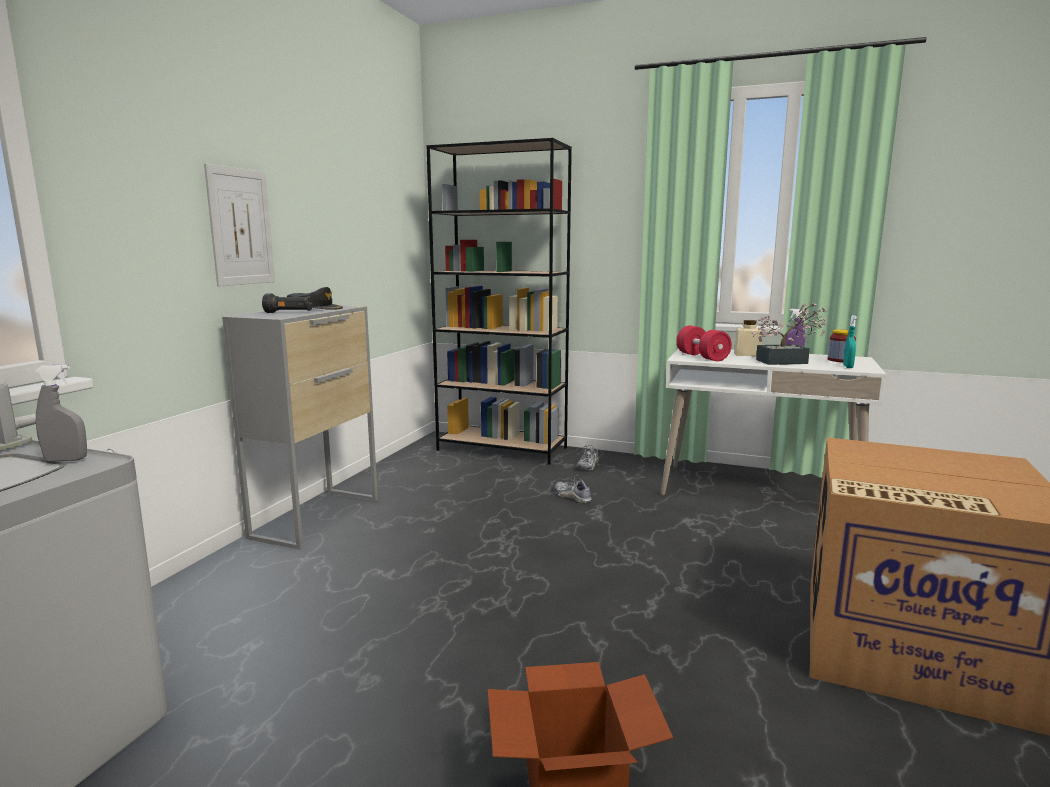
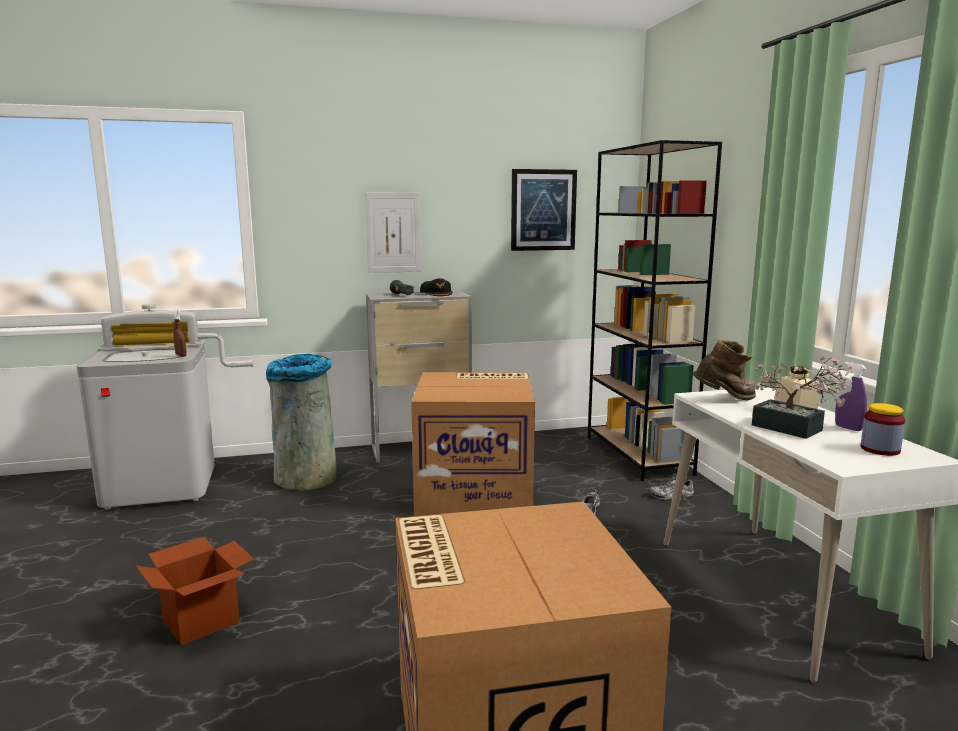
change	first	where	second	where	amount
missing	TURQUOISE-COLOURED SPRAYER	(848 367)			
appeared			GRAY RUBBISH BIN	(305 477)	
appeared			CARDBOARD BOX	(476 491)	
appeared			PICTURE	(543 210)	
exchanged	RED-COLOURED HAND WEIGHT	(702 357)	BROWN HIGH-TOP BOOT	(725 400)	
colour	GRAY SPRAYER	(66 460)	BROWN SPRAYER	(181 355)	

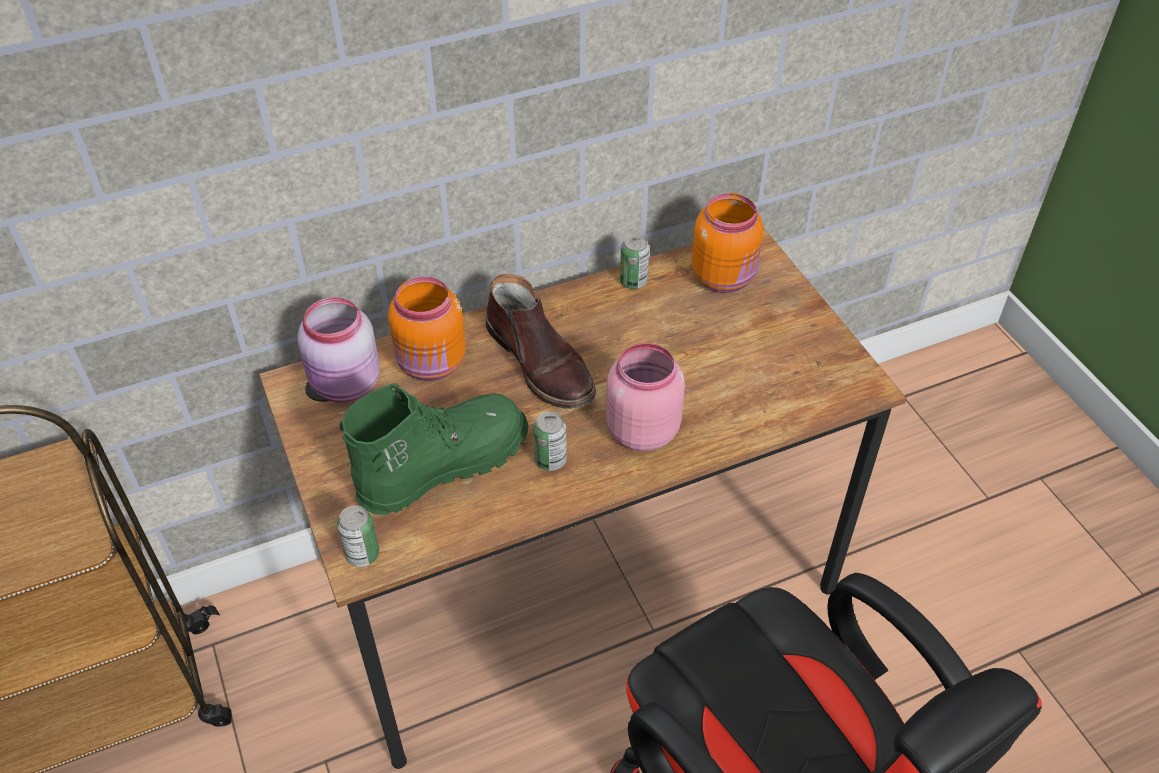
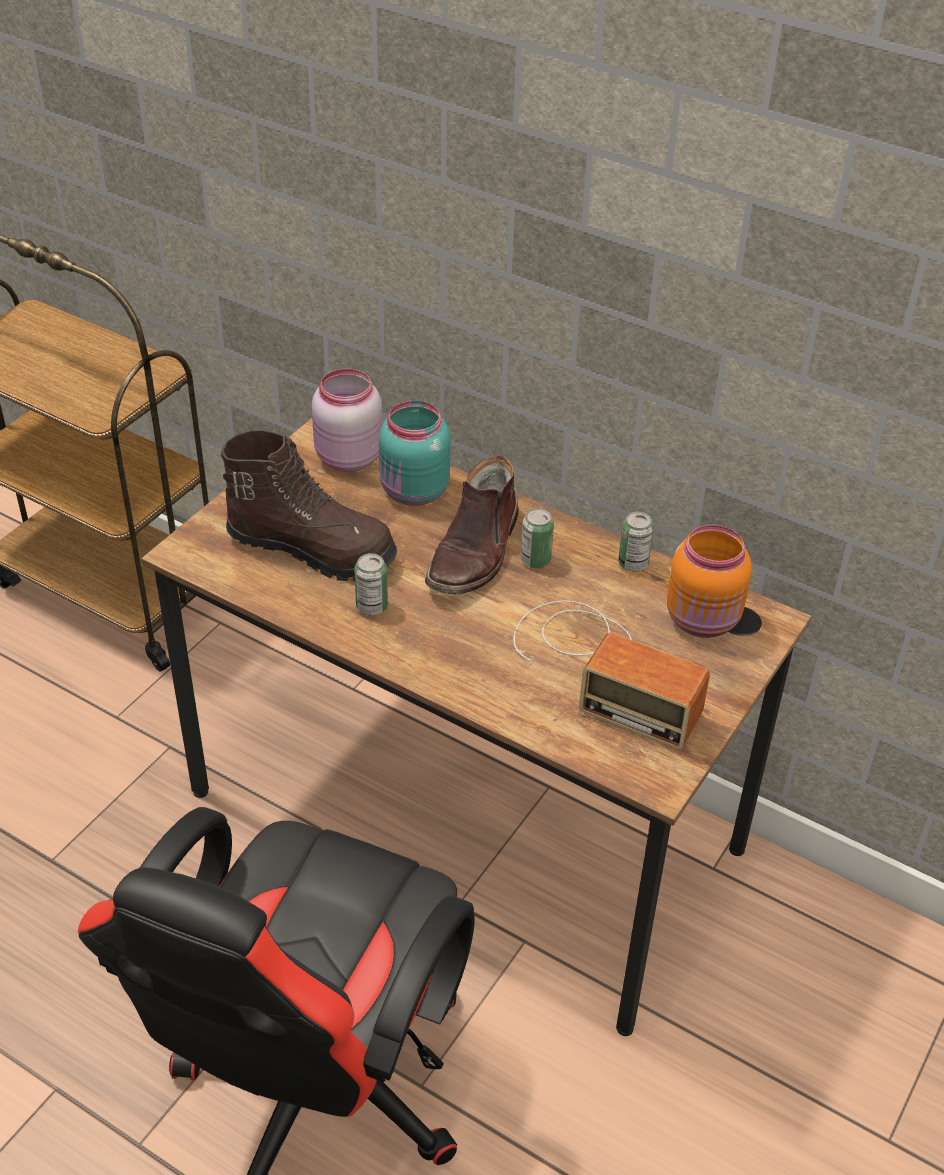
change	first	where	second	where	amount
missing	PINK STORAGE JAR	(640 430)			
appeared			RADIO SET	(603 668)	
relocated	METAL CAN	(362 554)		(535 560)	
colour	GREEN HIGH-TOP BOOT	(442 465)	BROWN HIGH-TOP BOOT	(313 548)	
colour	ORANGE-COLOURED STORAGE JAR	(432 364)	TURQUOISE-COLOURED STORAGE JAR	(413 492)	

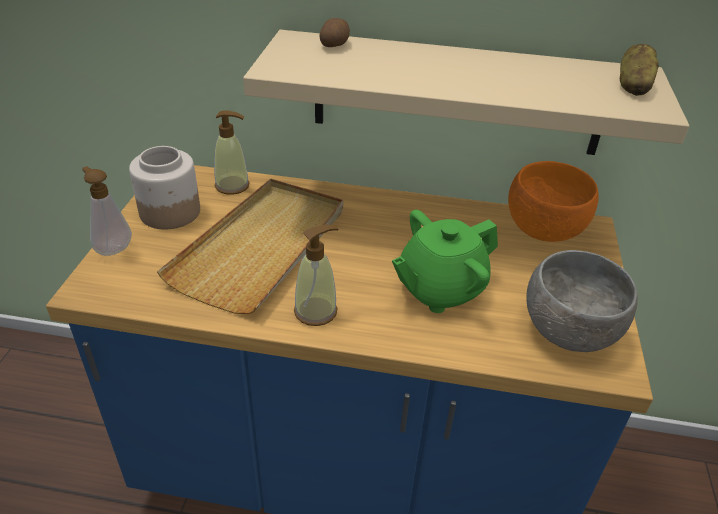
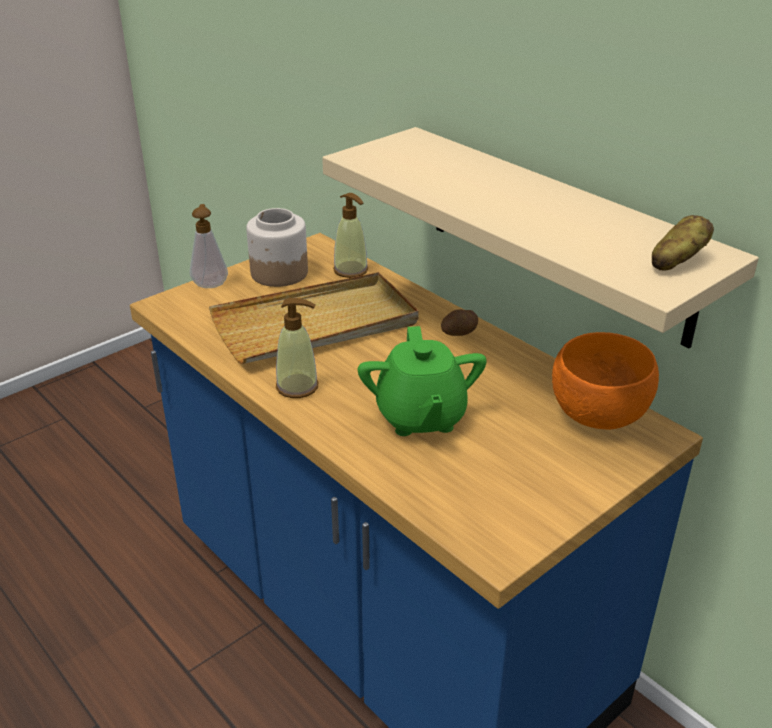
change	first	where	second	where	amount
missing	GRAY DEEP DISH	(567 332)			
relocated	SPUD	(335 45)		(459 333)	
spun	GREEN TEA POT	(439 289)		(420 417)	105 degrees counterclockwise

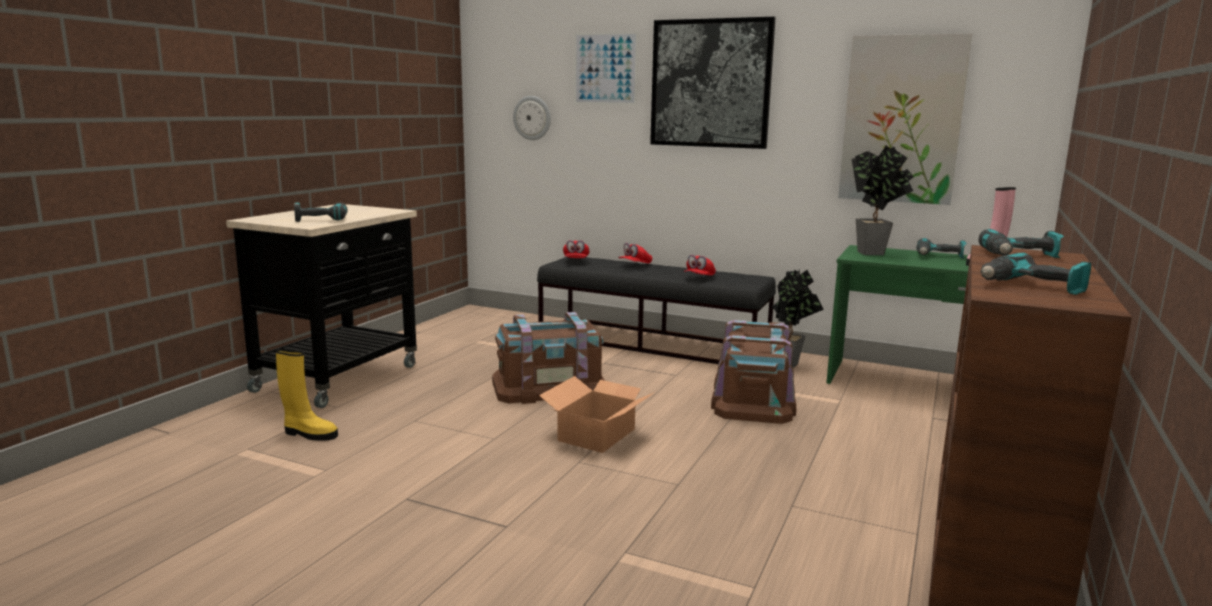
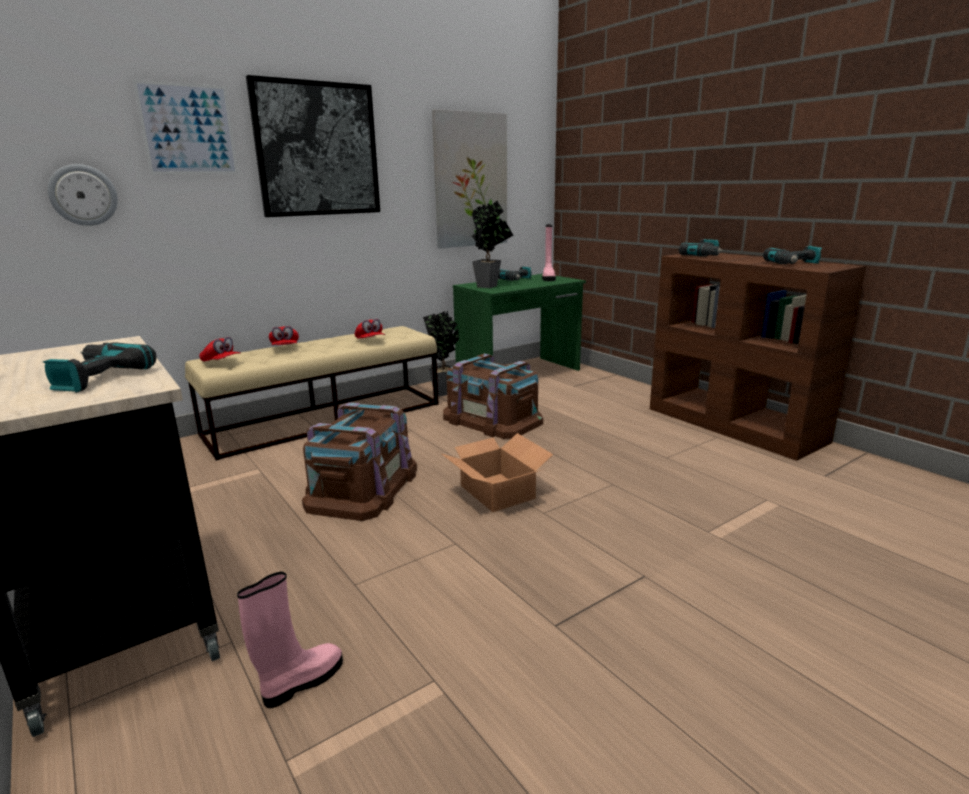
change	first	where	second	where	amount
colour	YELLOW-COLOURED HIGH-TOP BOOT	(309 434)	PINK HIGH-TOP BOOT	(301 682)	
colour	BLACKISH LONG SEAT	(652 343)	BEIGE LONG SEAT	(326 419)	

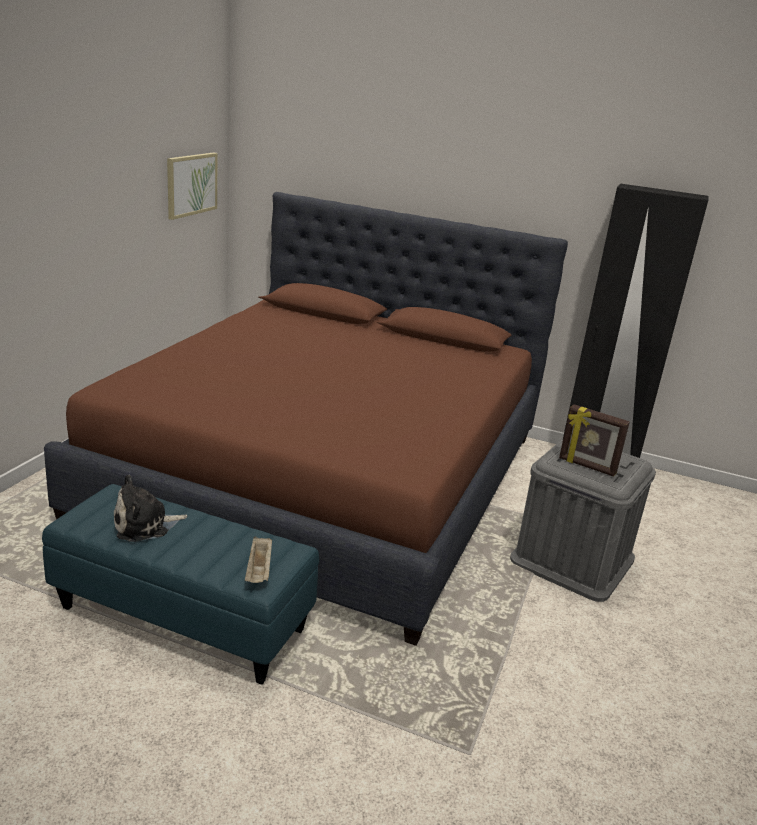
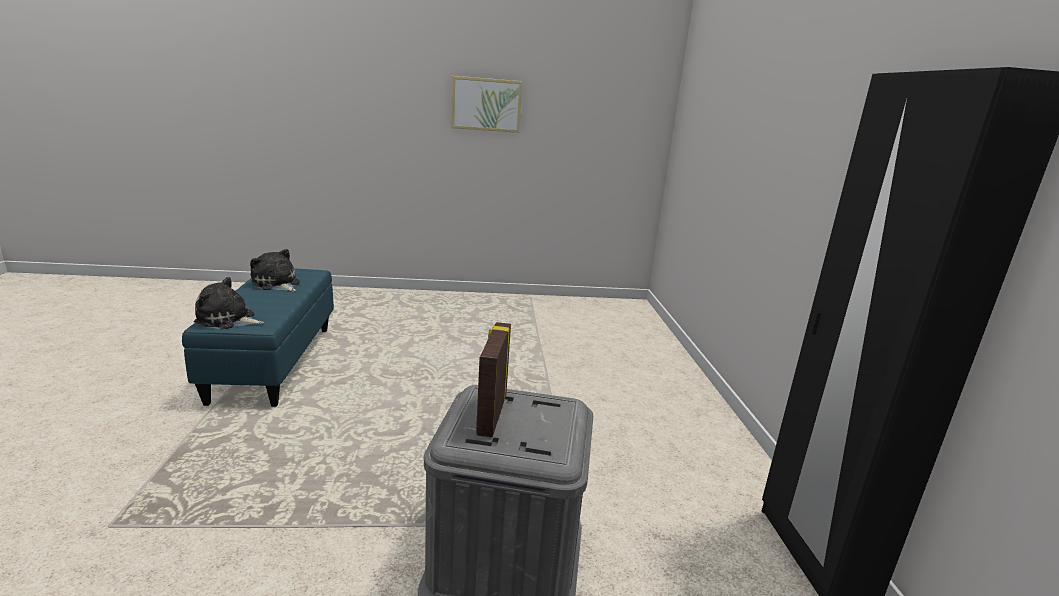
change	first	where	second	where	amount
missing	BROWN SLEEPING BED	(326 475)			
relocated	PICTURE	(191 184)		(486 104)	
exchanged	BEIGE TRAY	(259 570)	PLUSH TOY	(228 320)	

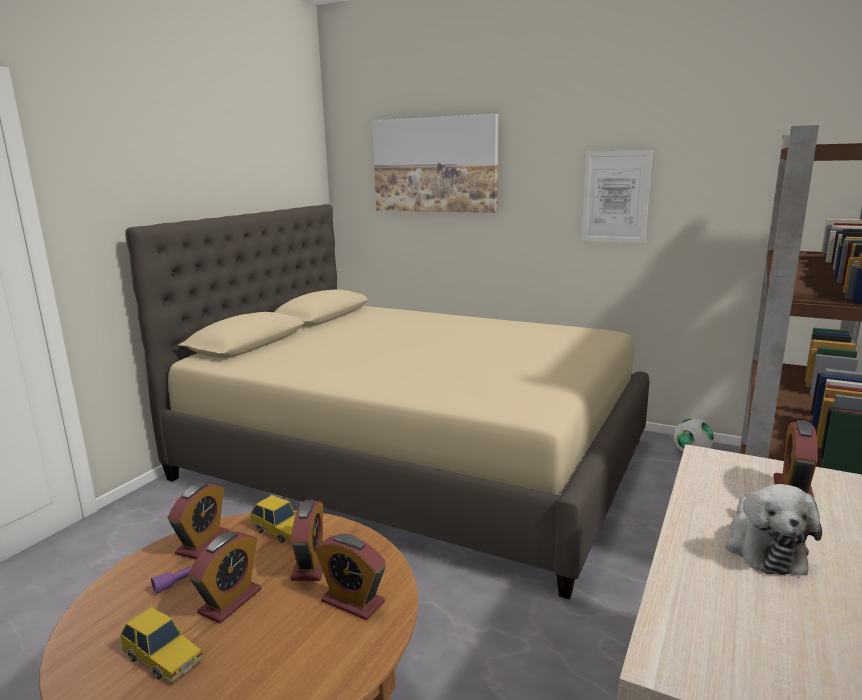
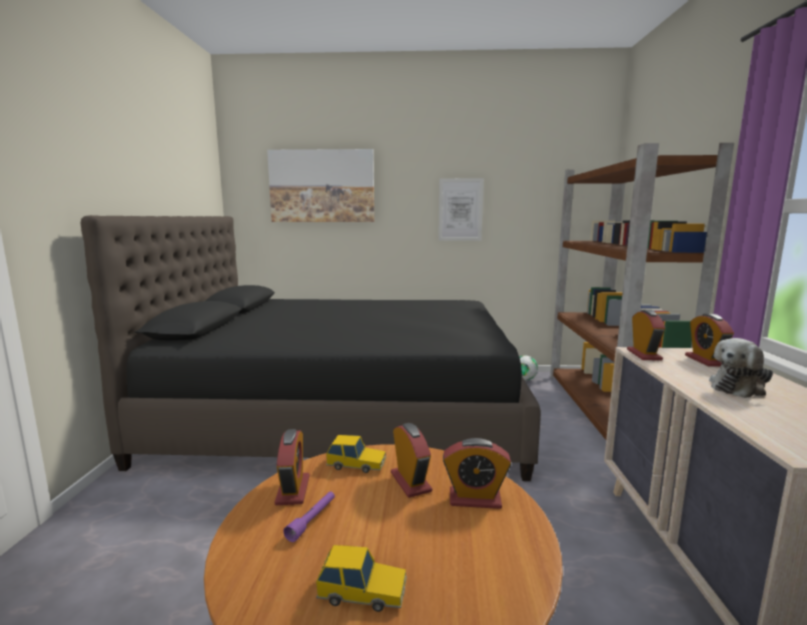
change	first	where	second	where	amount
relocated	TABLE CLOCK	(230 601)		(644 355)	
colour	BEIGE SLEEPING BED	(413 459)	BLACKISH SLEEPING BED	(344 413)	
spun	PLUSH TOY	(764 547)		(739 387)	75 degrees clockwise

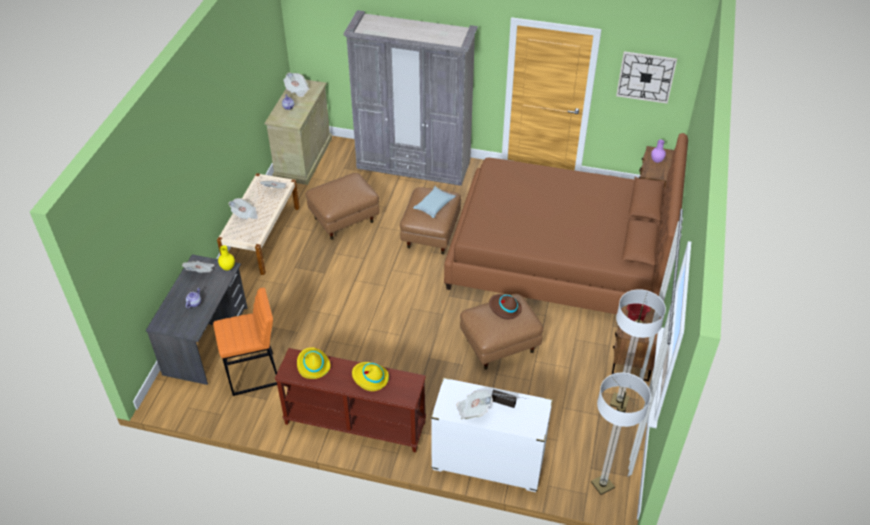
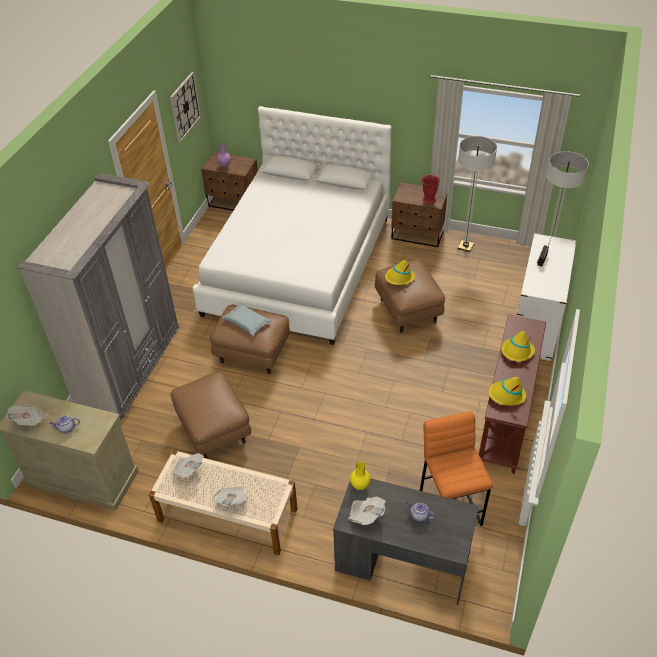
change	first	where	second	where	amount
missing	DAILY PAPER	(473 410)			
colour	BROWN SLEEPING BED	(559 258)	WHITISH SLEEPING BED	(299 265)	
colour	BROWN WEARABLE HAT	(504 308)	YELLOW-COLOURED WEARABLE HAT	(399 278)	

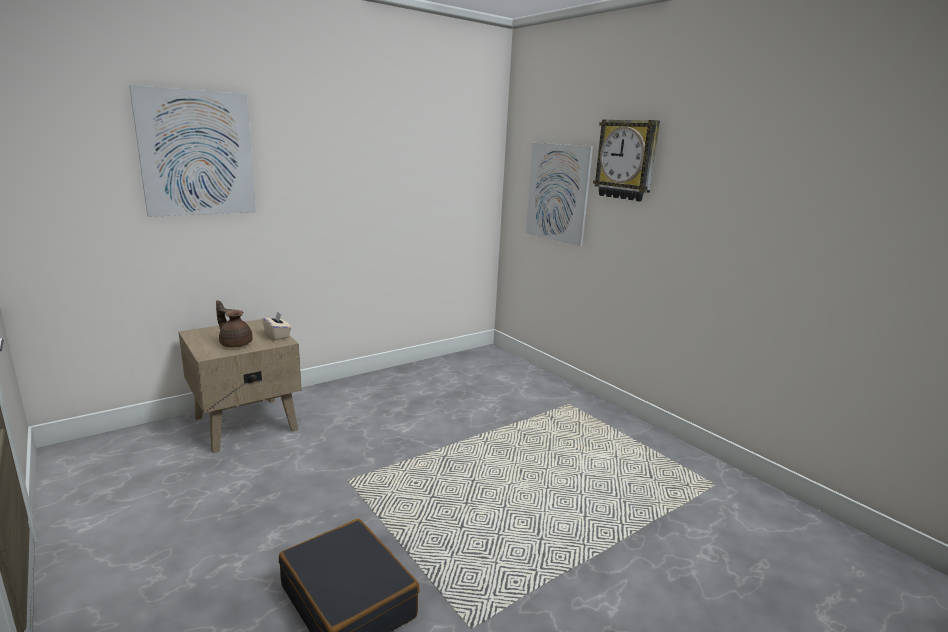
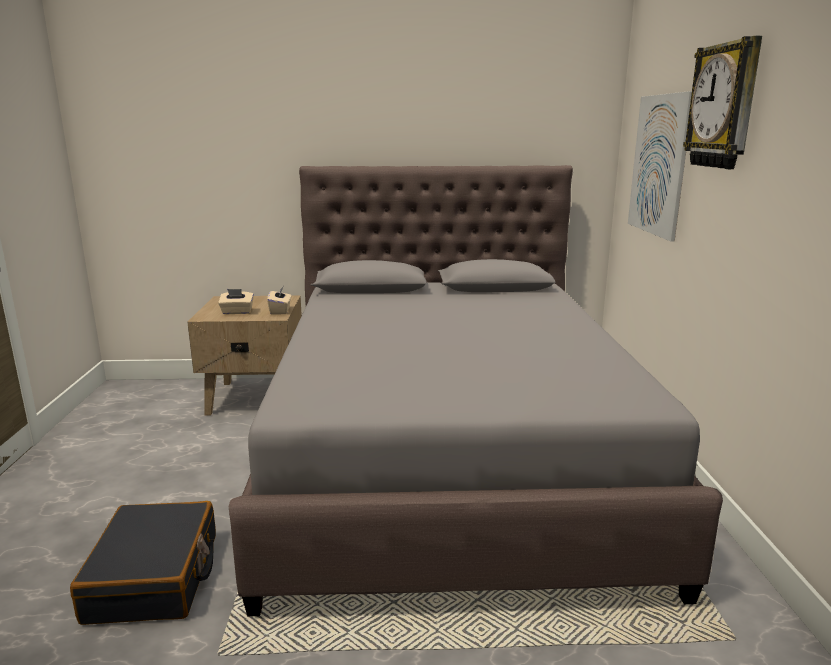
change	first	where	second	where	amount
missing	PICTURE	(197 154)			
appeared			GRAY SLEEPING BED	(448 458)	
exchanged	BROWN TEA POT	(235 343)	BEIGE BOX OF TISSUES	(237 312)	

